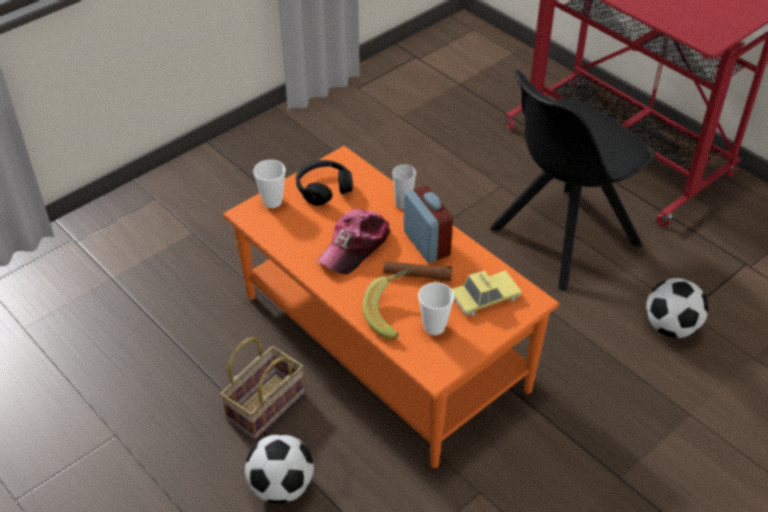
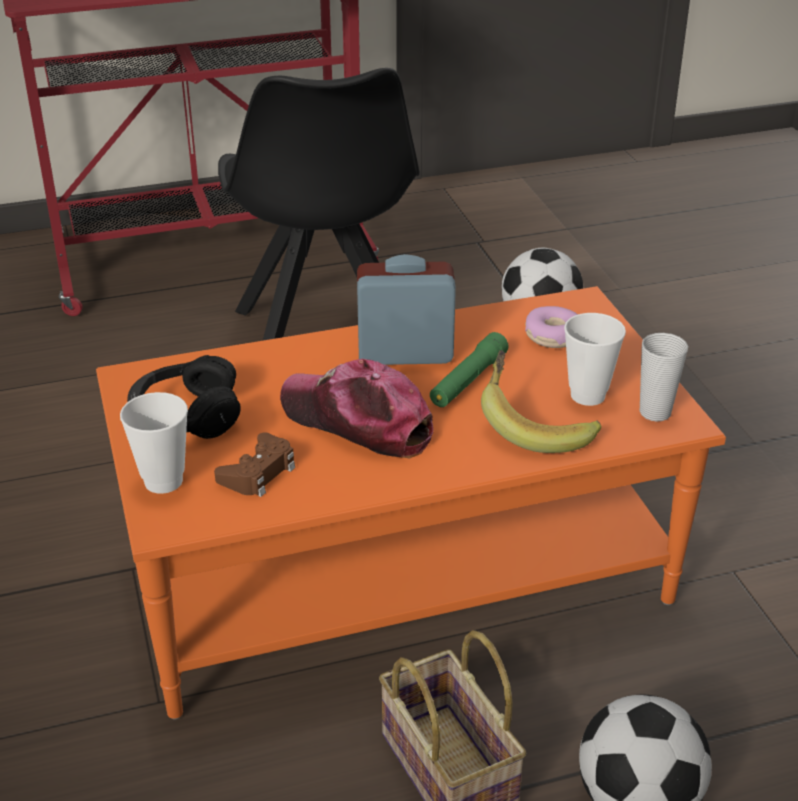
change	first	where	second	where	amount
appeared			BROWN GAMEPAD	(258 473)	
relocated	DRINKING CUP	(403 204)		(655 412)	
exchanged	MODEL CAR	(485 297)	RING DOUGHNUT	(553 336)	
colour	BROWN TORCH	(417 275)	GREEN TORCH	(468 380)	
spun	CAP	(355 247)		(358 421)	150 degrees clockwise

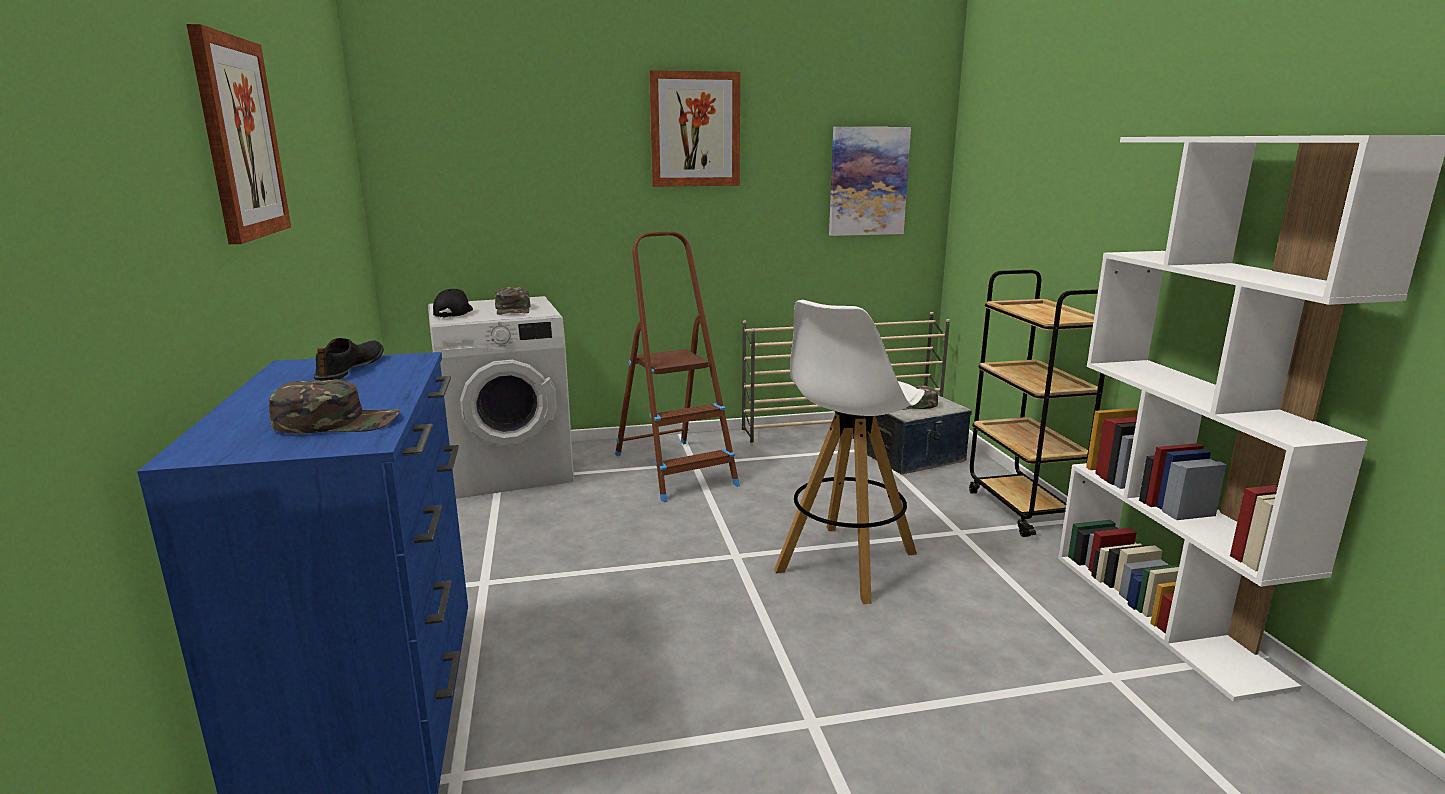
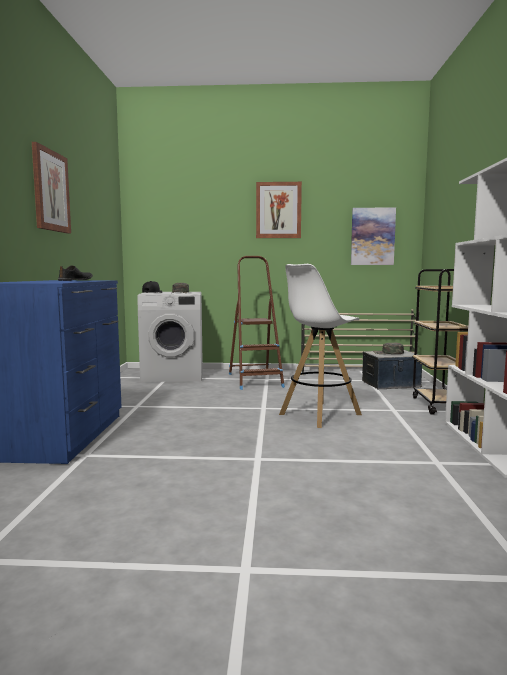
change	first	where	second	where	amount
missing	GREEN CAP	(337 422)			

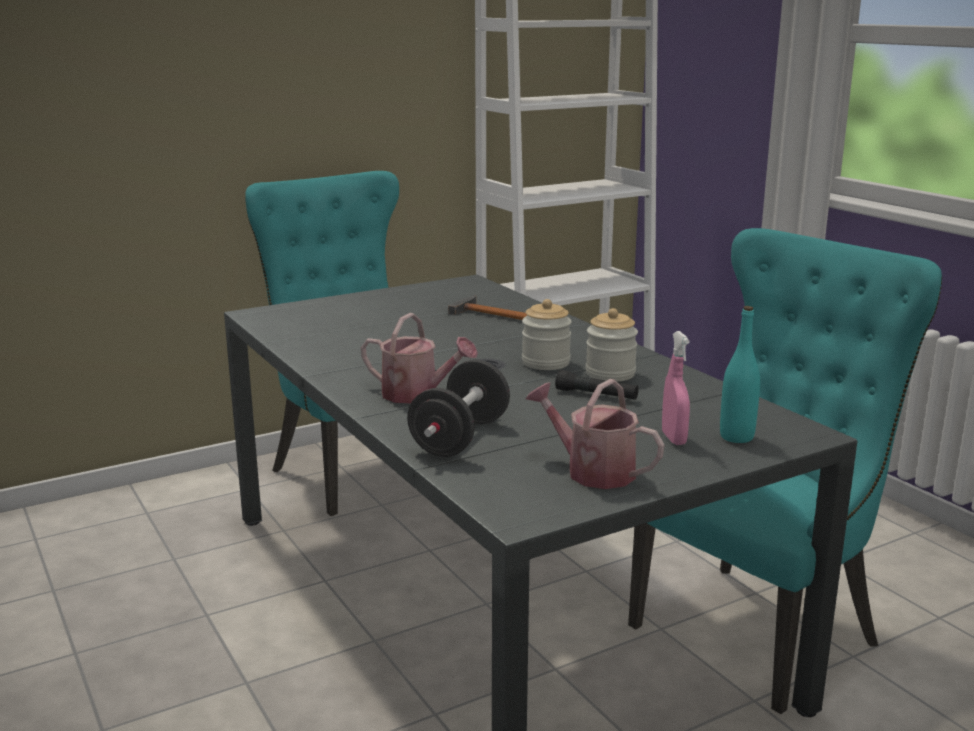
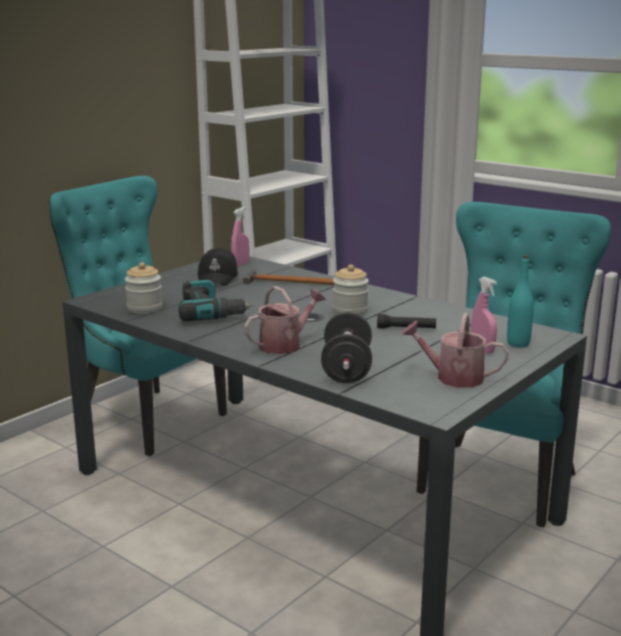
change	first	where	second	where	amount
appeared			ELECTRIC DRILL	(210 312)	
appeared			BLACKISH CAP	(218 277)	
appeared			PINK SPRAYER	(240 264)	
relocated	STORAGE JAR	(610 374)		(144 308)	
spun	WATERING POT	(417 394)		(285 344)	45 degrees counterclockwise

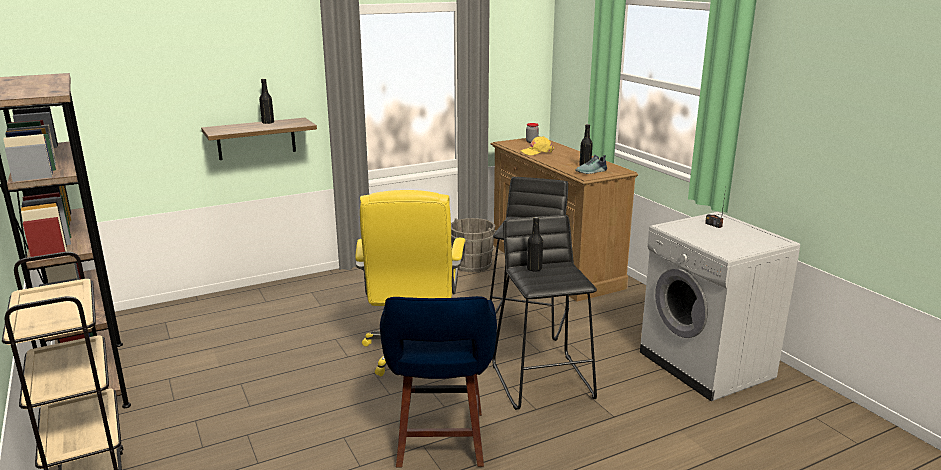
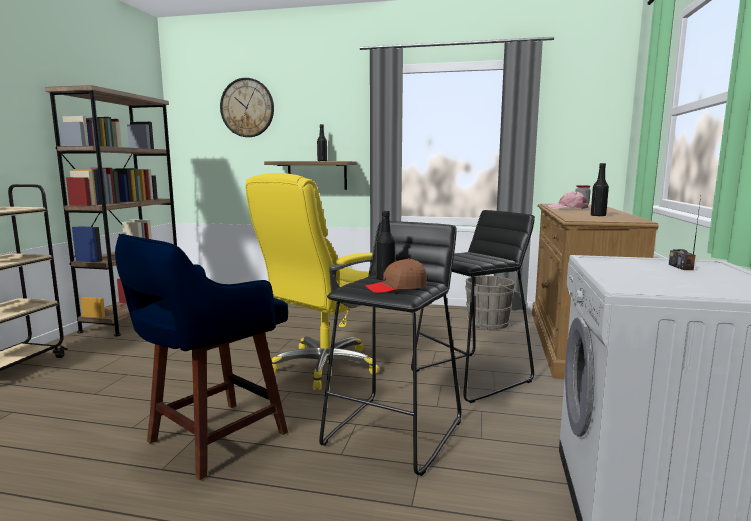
change	first	where	second	where	amount
missing	ITEM OF FOOTWEAR	(592 172)			
appeared			WALL CLOCK	(247 108)	
appeared			BROWN CAP	(397 287)	
colour	YELLOW-COLOURED CAP	(536 152)	PINK CAP	(567 208)	

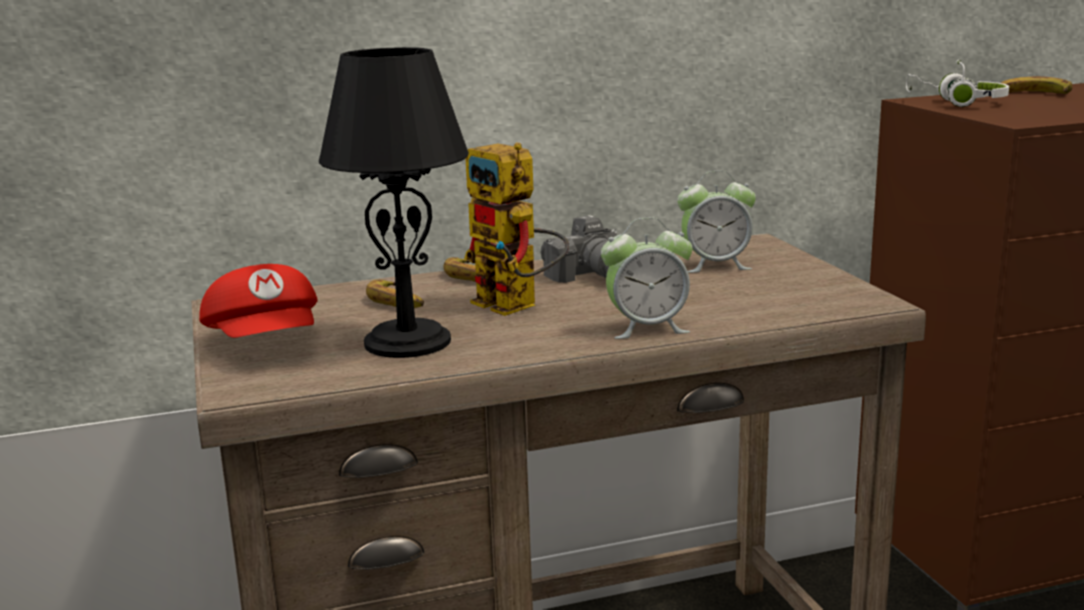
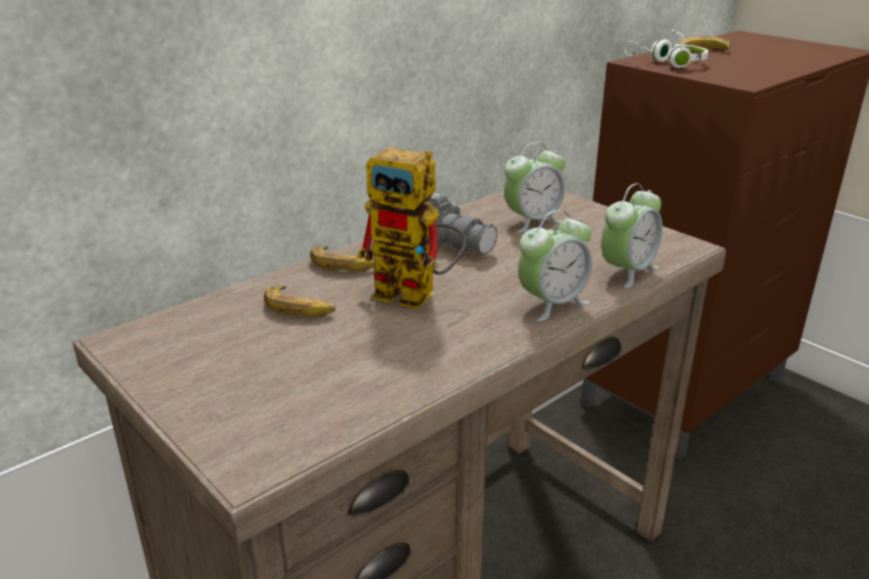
change	first	where	second	where	amount
missing	RED-COLOURED CAP	(267 343)			
missing	BLACKISH LAMP FOR A TABLE	(407 342)			
appeared			TABLE CLOCK	(627 272)	

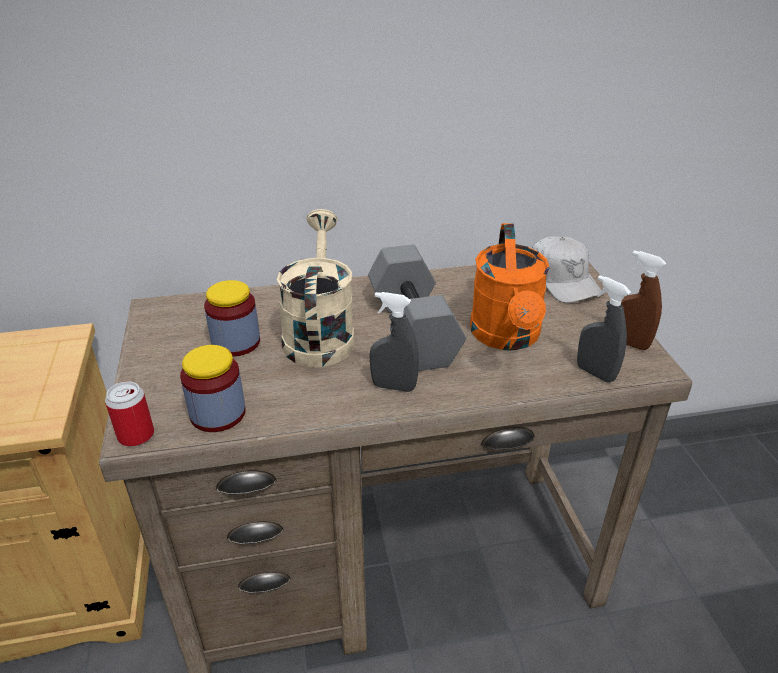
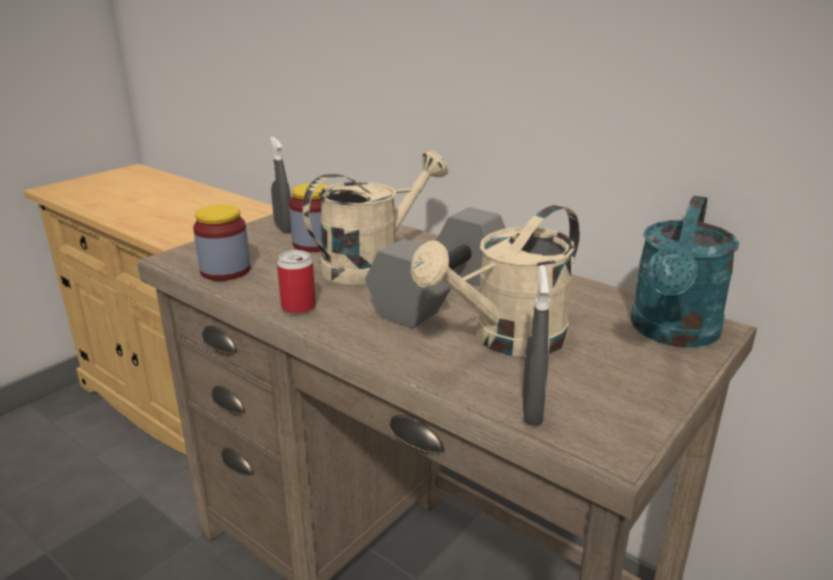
change	first	where	second	where	amount
missing	BROWN SPRAYER	(628 343)			
relocated	METAL CAN	(136 435)		(298 307)	
relocated	GRAY SPRAYER	(393 386)		(284 228)	
exchanged	WHITISH CAP	(562 280)	TURQUOISE-COLOURED WATERING POT	(672 333)	
colour	ORANGE-COLOURED WATERING POT	(507 337)	BEIGE WATERING POT	(508 340)	

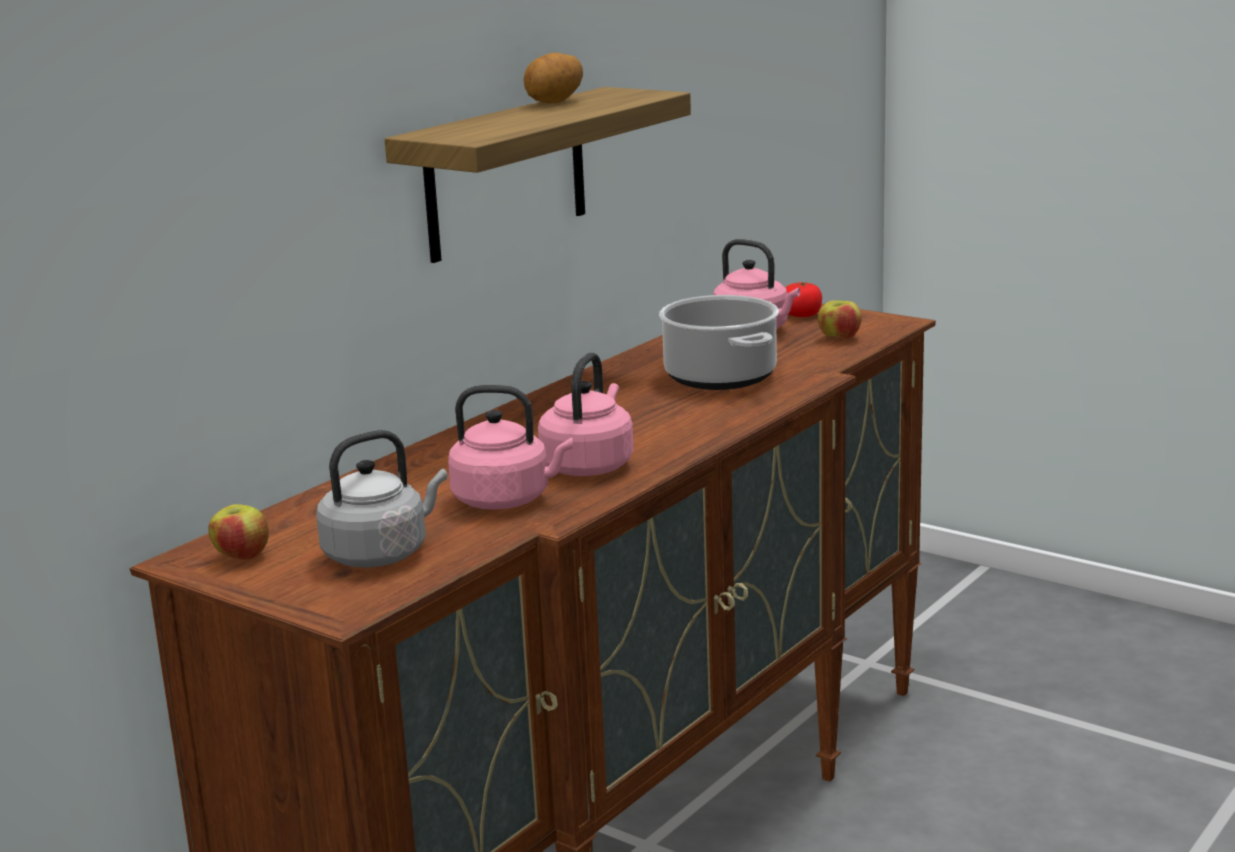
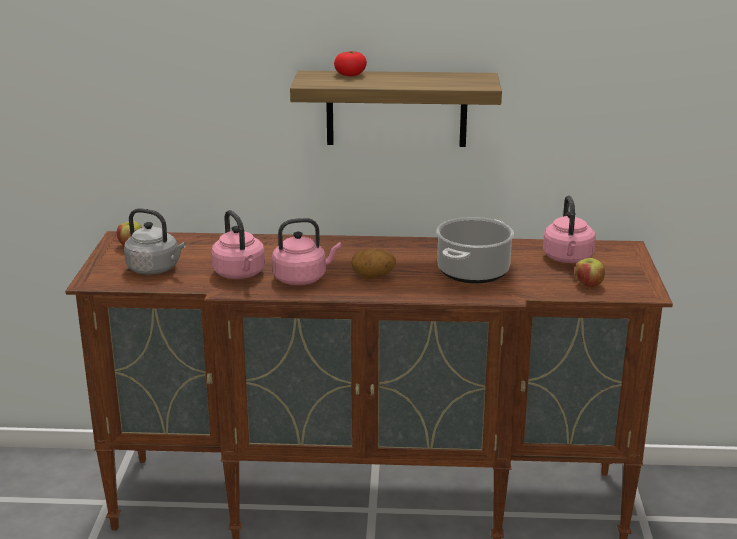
change	first	where	second	where	amount
relocated	SPUD	(555 103)		(373 277)	
relocated	FRESH TOMATO	(801 315)		(350 74)	

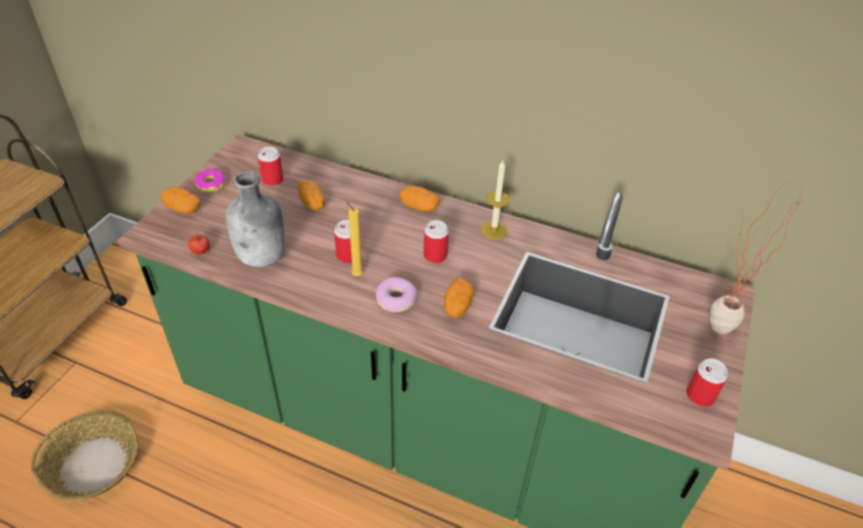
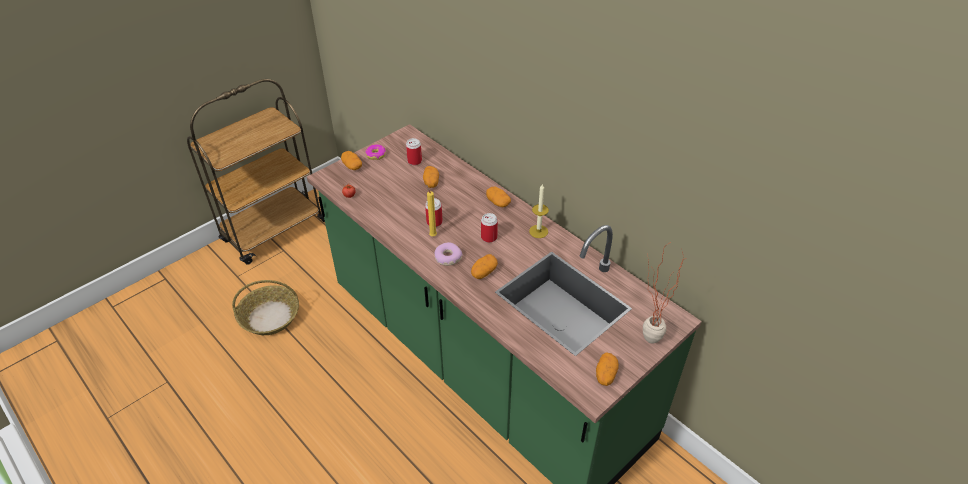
change	first	where	second	where	amount
missing	GRAY DRINK BOTTLE	(263 257)			
exchanged	METAL CAN	(700 396)	SPUD	(605 374)	

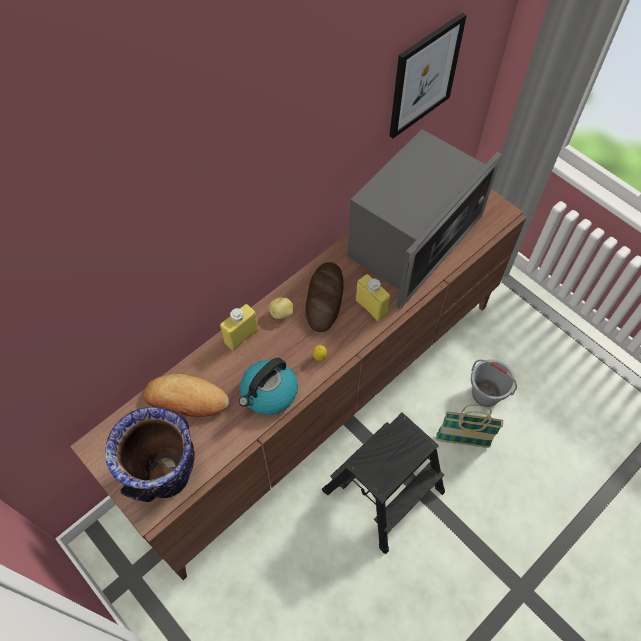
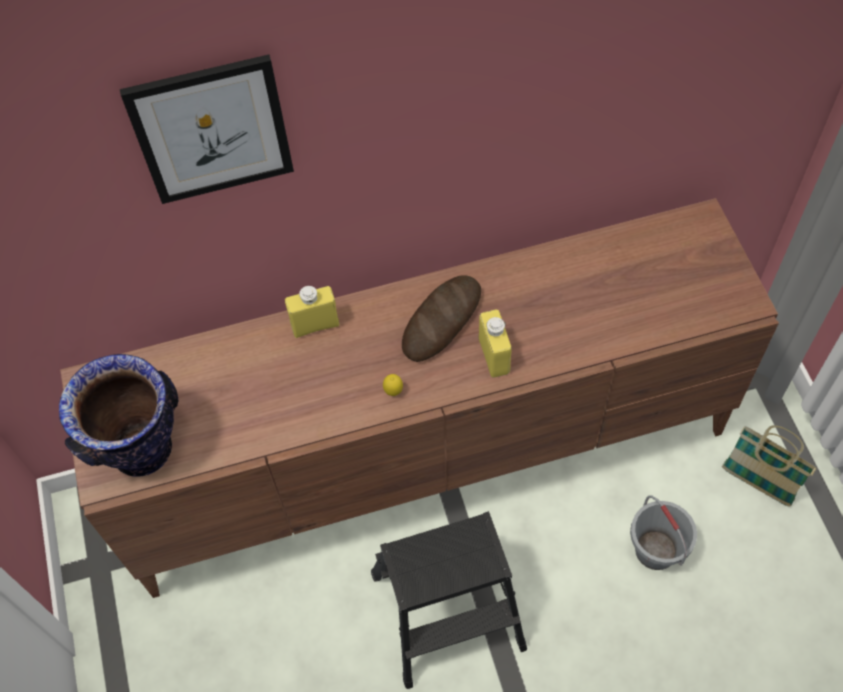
change	first	where	second	where	amount
missing	BAKERY BREAD	(186 399)			
missing	TEA KETTLE	(269 393)			
missing	SPUD	(282 313)			
missing	KITCHEN MICROWAVE	(412 241)			
relocated	PICTURE	(424 76)		(211 130)	
relocated	BASKET	(462 441)		(757 484)	

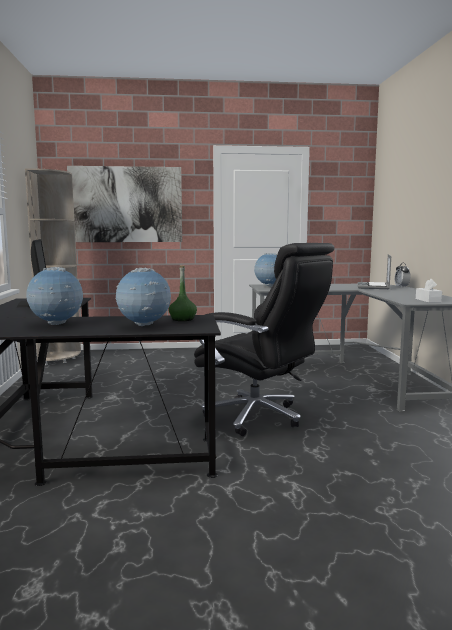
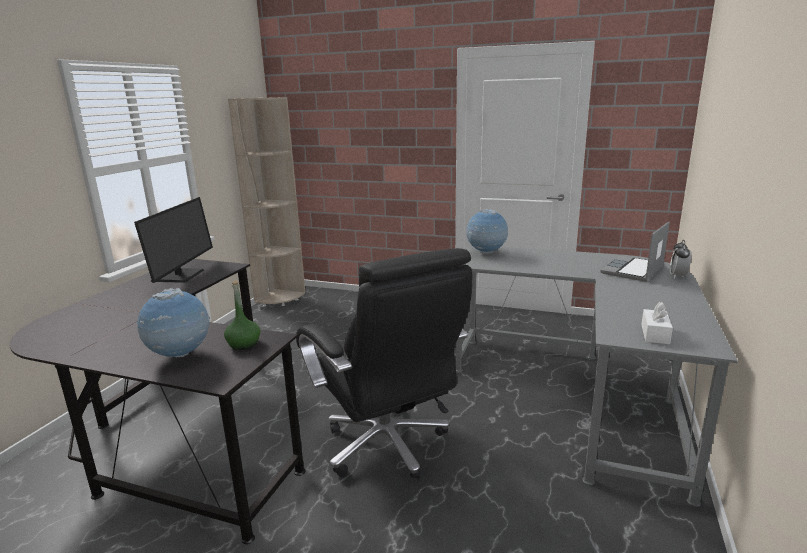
change	first	where	second	where	amount
missing	WORLD GLOBE	(56 324)			
missing	PICTURE	(126 204)			

